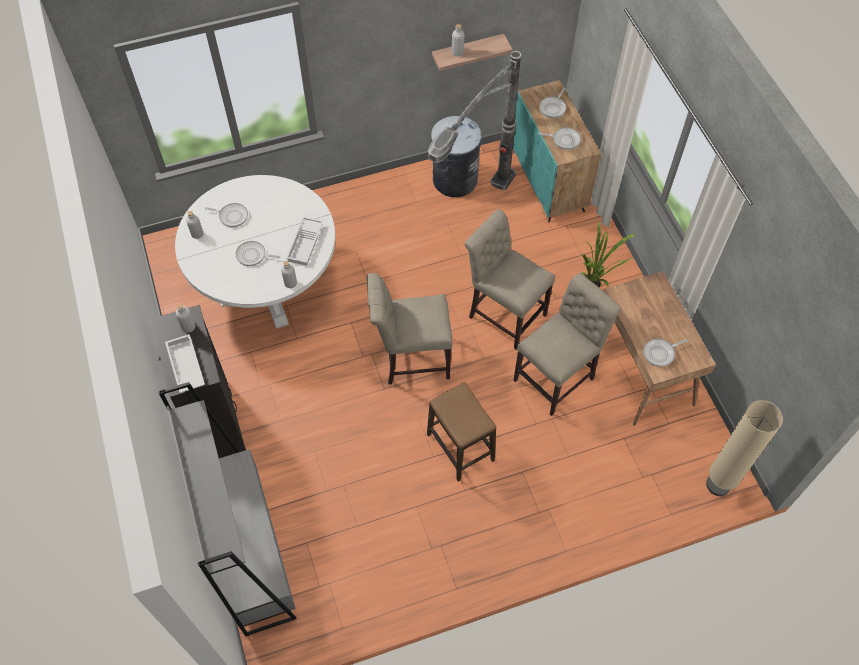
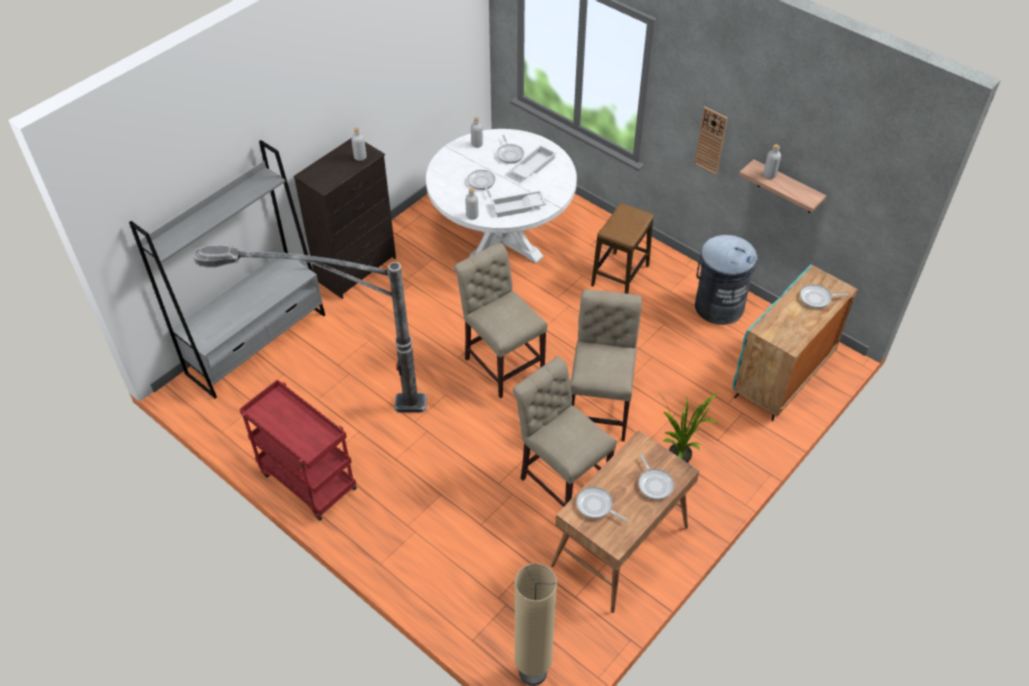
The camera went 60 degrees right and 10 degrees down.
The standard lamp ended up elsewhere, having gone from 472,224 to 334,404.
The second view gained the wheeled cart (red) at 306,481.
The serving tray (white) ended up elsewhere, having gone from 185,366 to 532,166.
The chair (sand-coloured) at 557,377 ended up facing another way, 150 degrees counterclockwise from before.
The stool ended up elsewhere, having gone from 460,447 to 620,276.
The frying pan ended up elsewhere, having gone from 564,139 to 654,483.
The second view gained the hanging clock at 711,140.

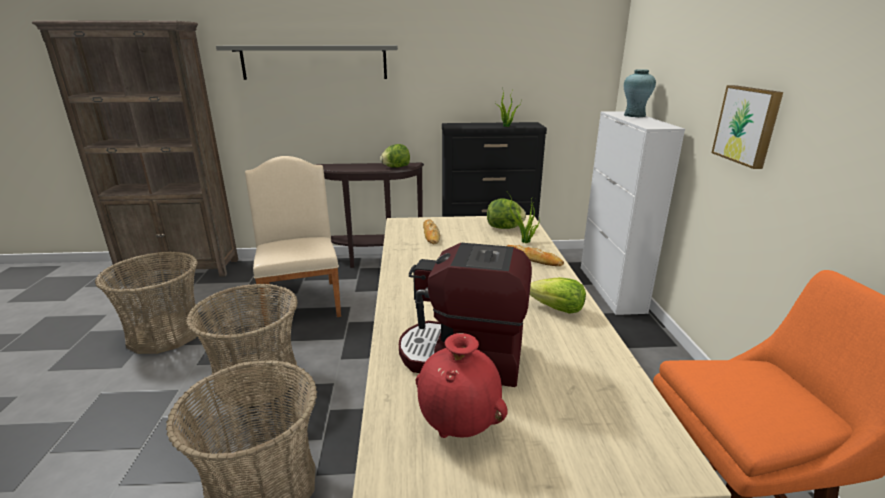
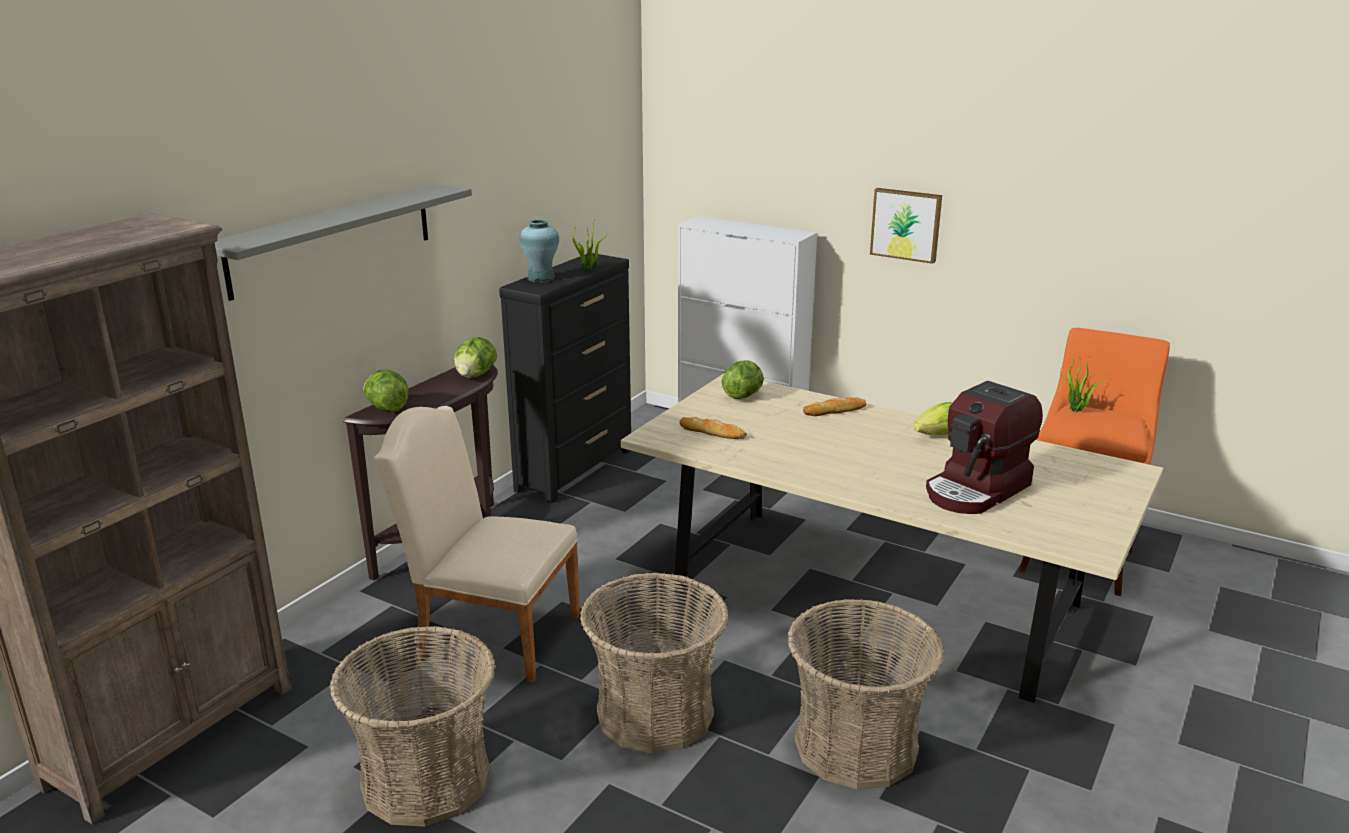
The camera went 55 degrees left and 0 degrees up.
The second view gained the lettuce at 387,408.
The decorative vase (turquoise) ended up elsewhere, having gone from 634,115 to 541,278.
The potted plant ended up elsewhere, having gone from 525,242 to 1076,410.
The second view lost the decorative vase (red) at 459,427.

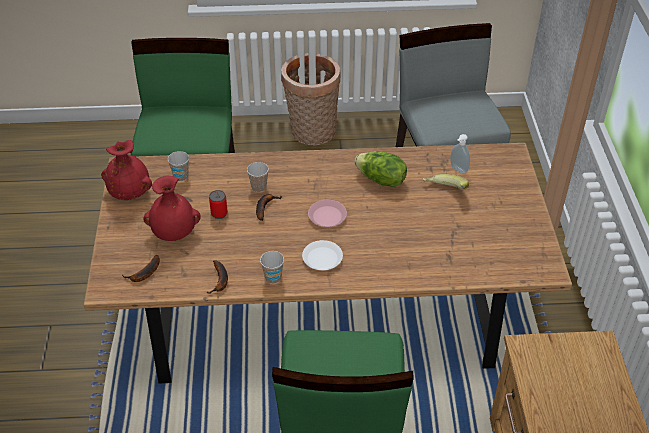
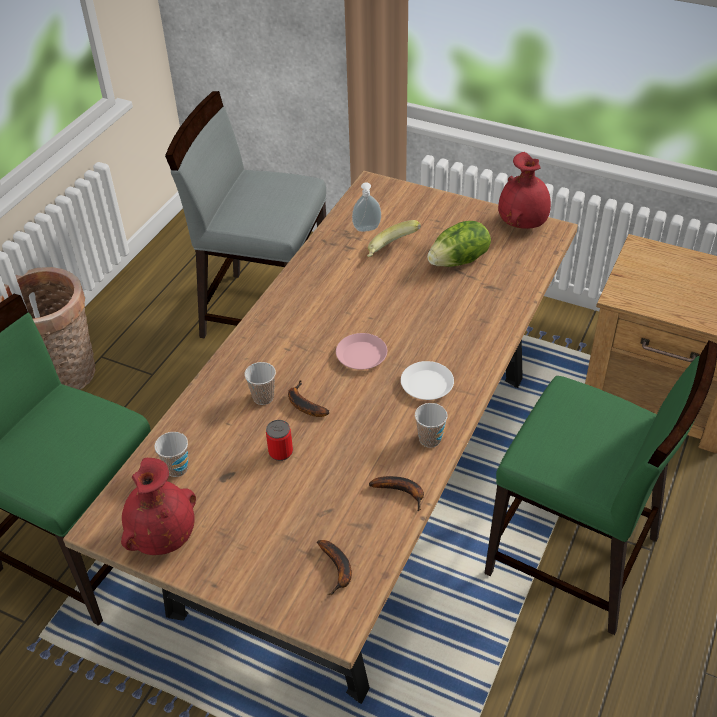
The camera went 60 degrees left and 0 degrees up.
The lettuce ended up elsewhere, having gone from 381,180 to 459,261.
The decorative vase (red) ended up elsewhere, having gone from 174,233 to 523,223.

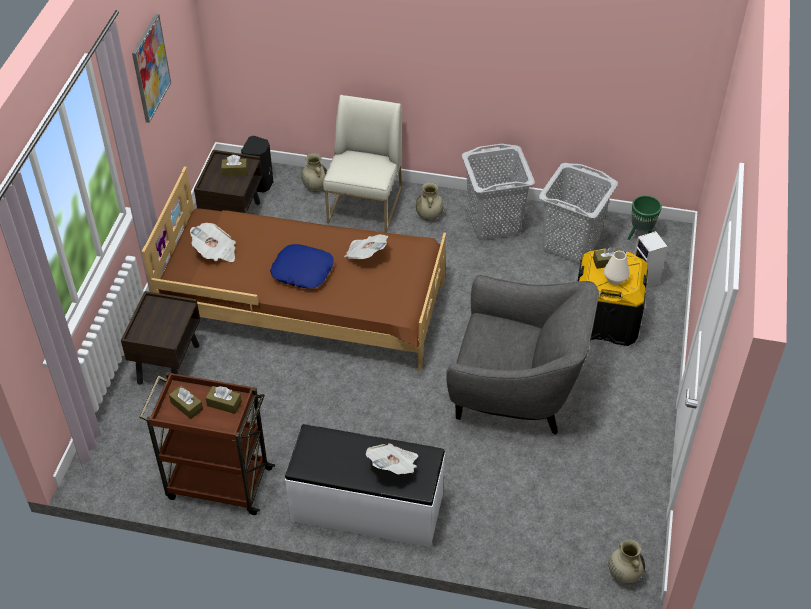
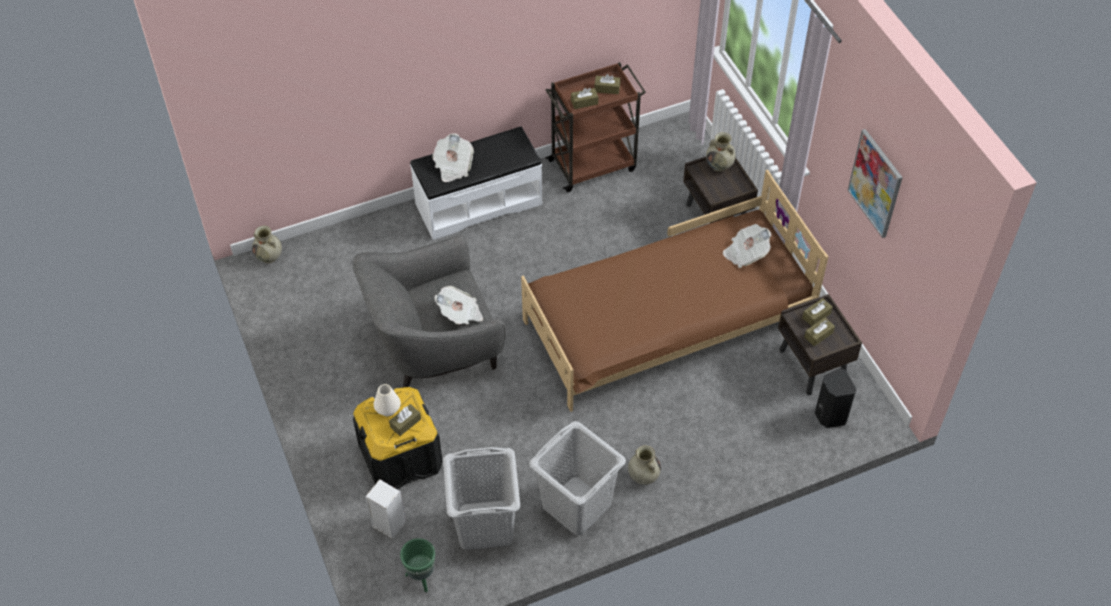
The camera went 145 degrees right and 5 degrees up.
The printed paper ended up elsewhere, having gone from 366,254 to 460,314.
The decorative vase (sand-coloured) ended up elsewhere, having gone from 315,186 to 719,166.
The second view gained the tissue holder (brownish) at 816,315.
The second view lost the pillow (blue-coloured) at 302,271.
The second view lost the chair (white) at 365,206.

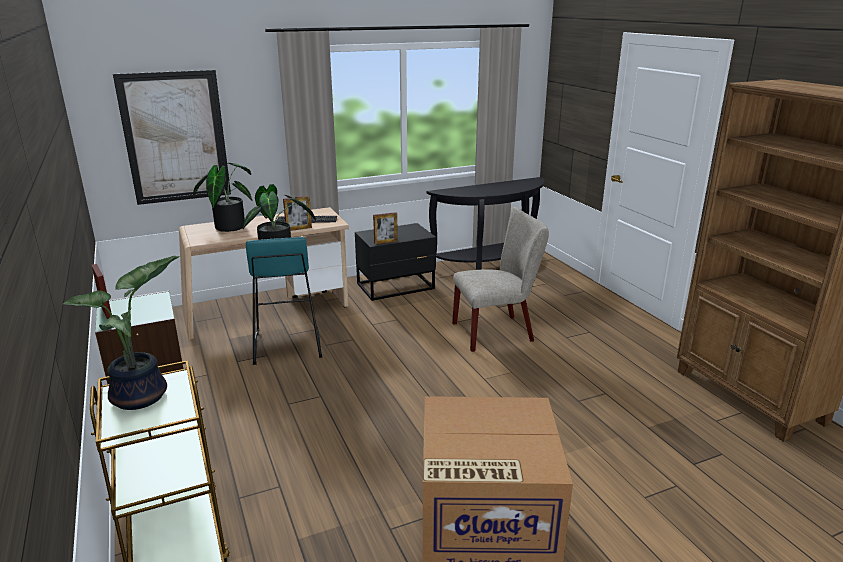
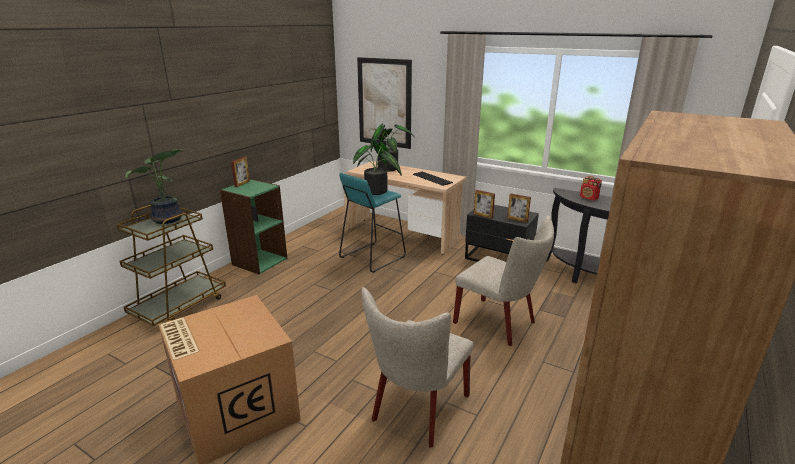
The camera went 55 degrees right and 0 degrees up.
The second view gained the chair (sand-coloured) at 417,410.
The photo frame ended up elsewhere, having gone from 299,229 to 517,220.
The second view gained the radio receiver at 589,198.

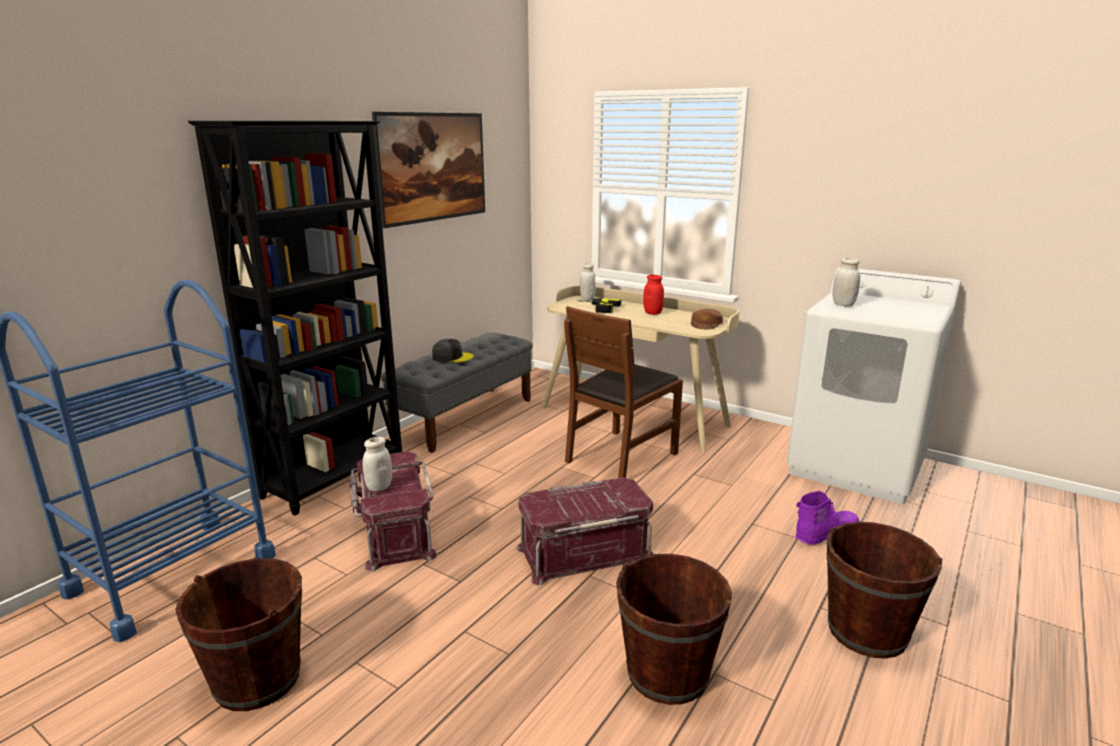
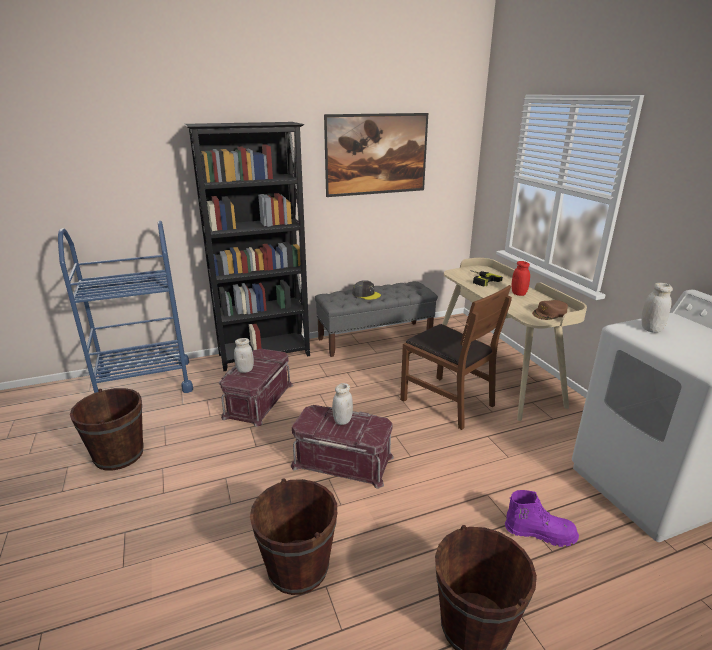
The camera went 35 degrees right and 5 degrees up.
The storage jar (white) ended up elsewhere, having gone from 587,299 to 342,420.
The chair (brownish) at 620,456 ended up facing another way, 120 degrees counterclockwise from before.

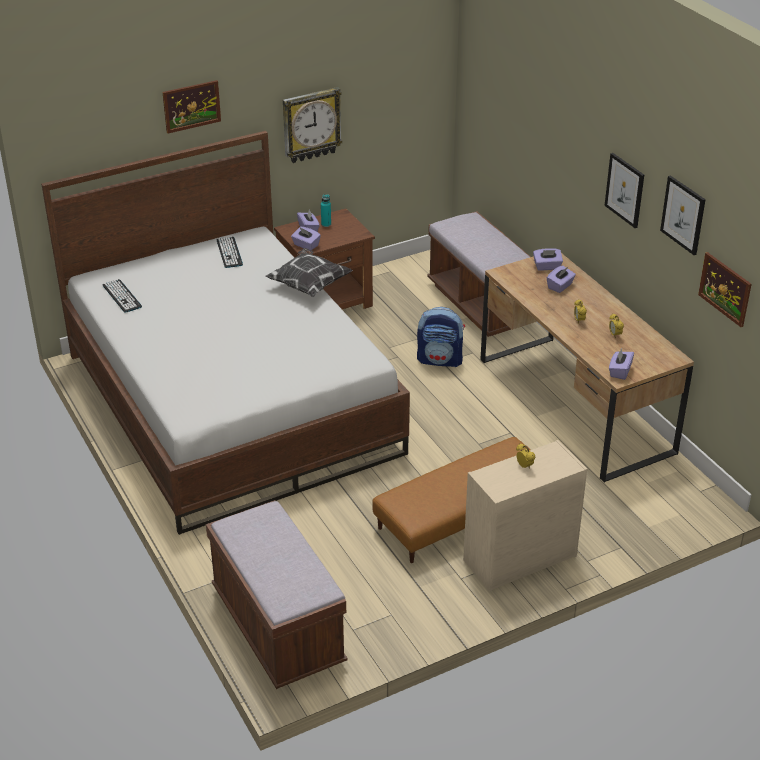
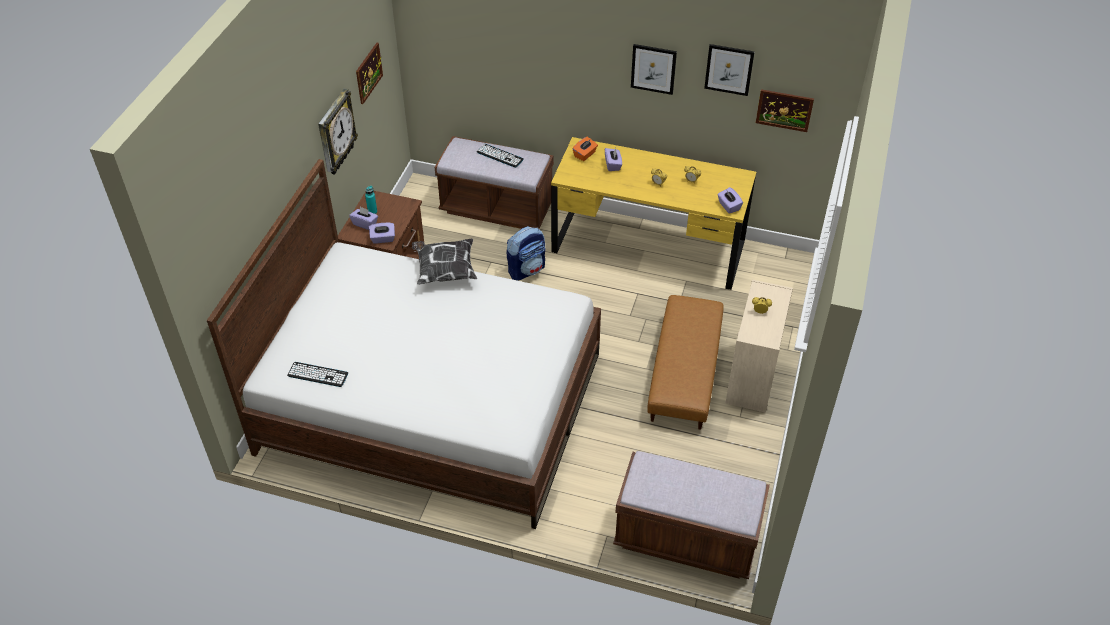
The camera went 45 degrees left and 10 degrees up.
The picture ended up elsewhere, having gone from 191,106 to 368,73.
The PC keyboard ended up elsewhere, having gone from 229,252 to 500,156.
What was the desk table (brownish) at 574,405 turned into the desk table (yellow-coloured) at 648,247.
What was the tissue holder (purple-coloured) at 547,267 turned into the tissue holder (orange-coloured) at 585,154.

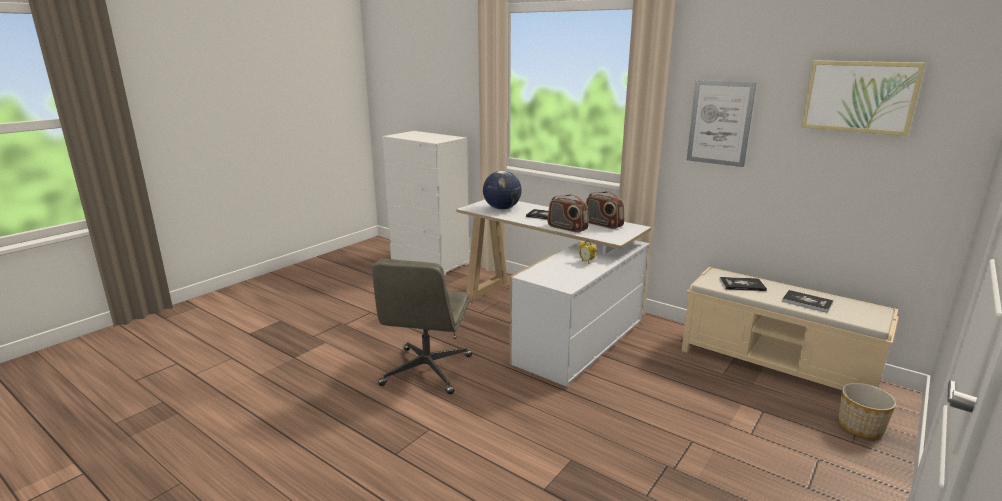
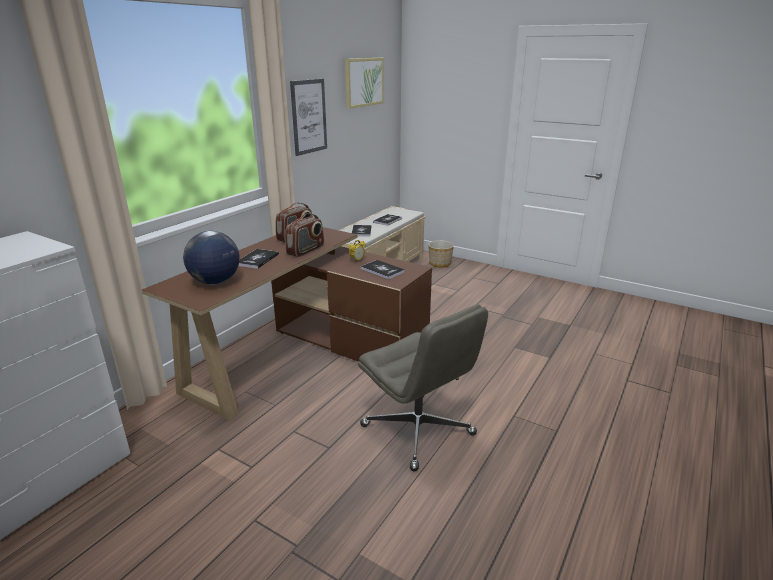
The camera went 95 degrees left and 5 degrees up.
What was the desk table (white) at 550,321 turned into the desk table (brownish) at 304,356.
The computer chair (grey) at 427,371 ended up facing another way, 45 degrees clockwise from before.
The second view gained the bound book at 382,270.

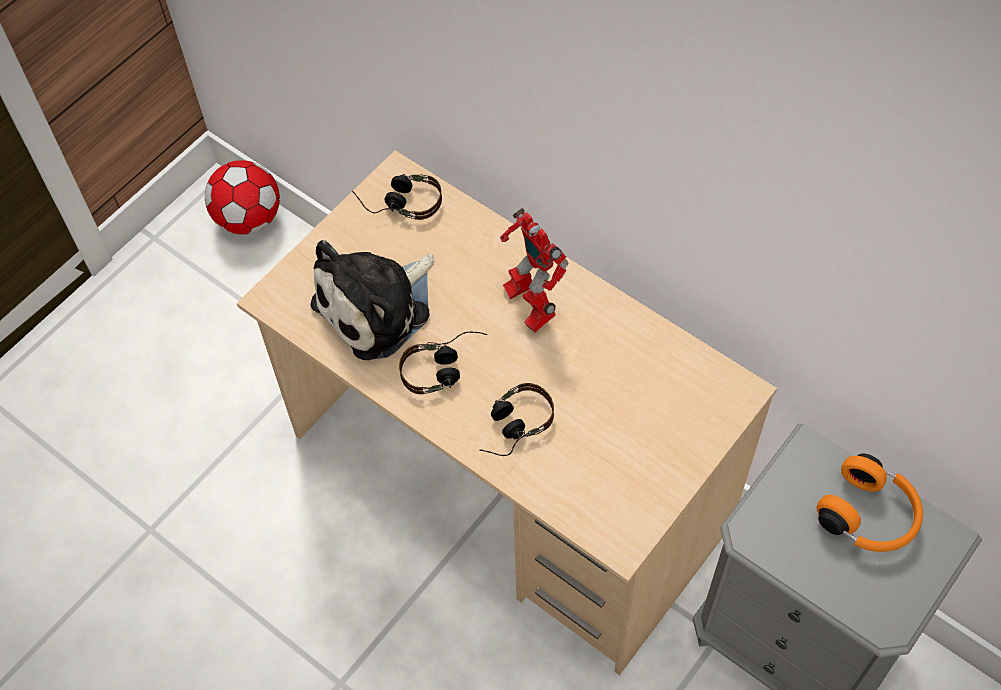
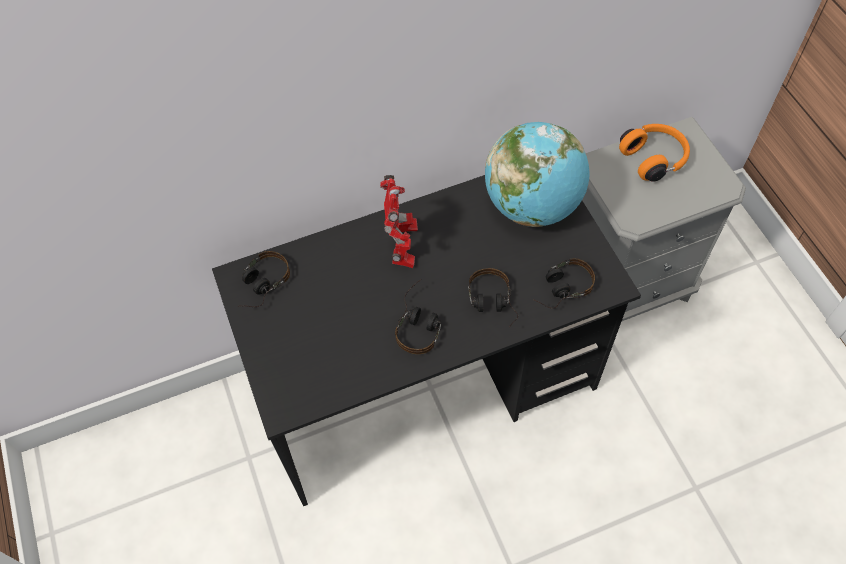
The camera went 60 degrees left and 0 degrees up.
What was the desk table (sand-coloured) at 509,481 turned into the desk table (blackish) at 427,384.
The toy robot at 529,304 ended up facing another way, 90 degrees counterclockwise from before.
The second view gained the desk globe at 532,205.
The second view gained the headset at 559,289.
The second view lost the football at 249,219.
The second view lost the soft toy at 378,307.

